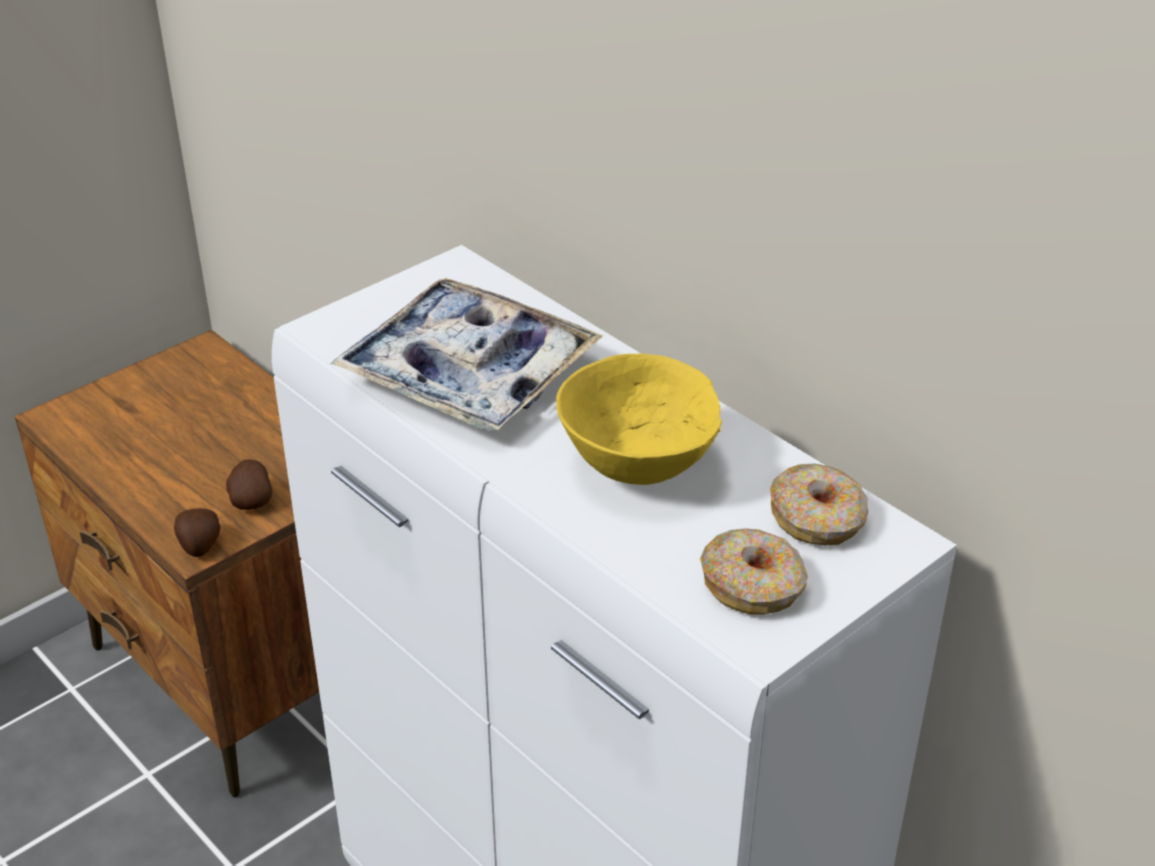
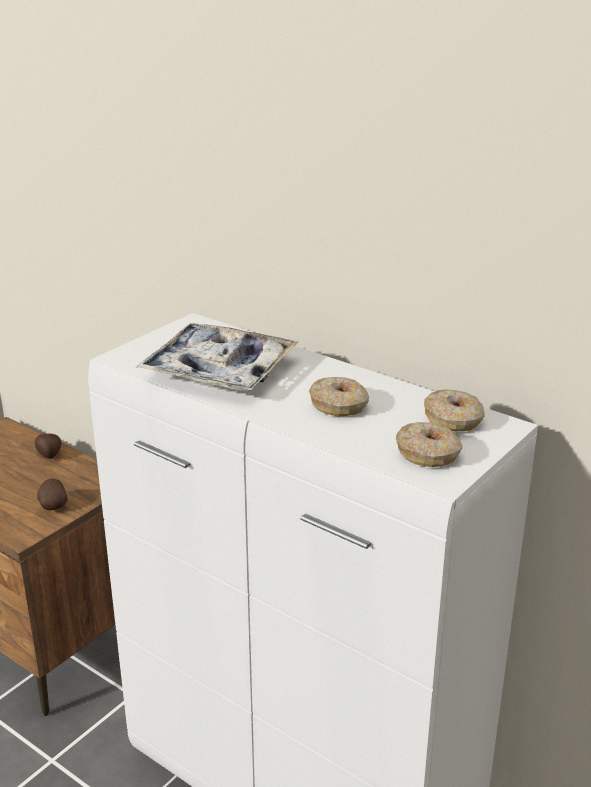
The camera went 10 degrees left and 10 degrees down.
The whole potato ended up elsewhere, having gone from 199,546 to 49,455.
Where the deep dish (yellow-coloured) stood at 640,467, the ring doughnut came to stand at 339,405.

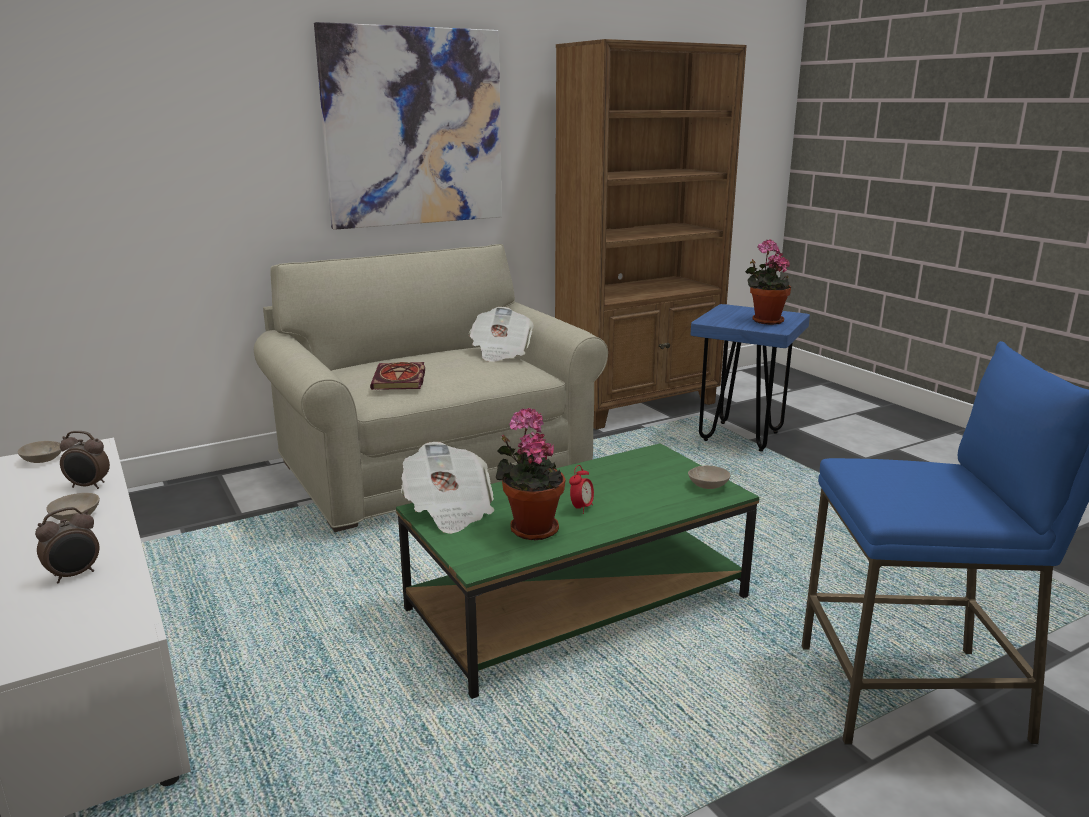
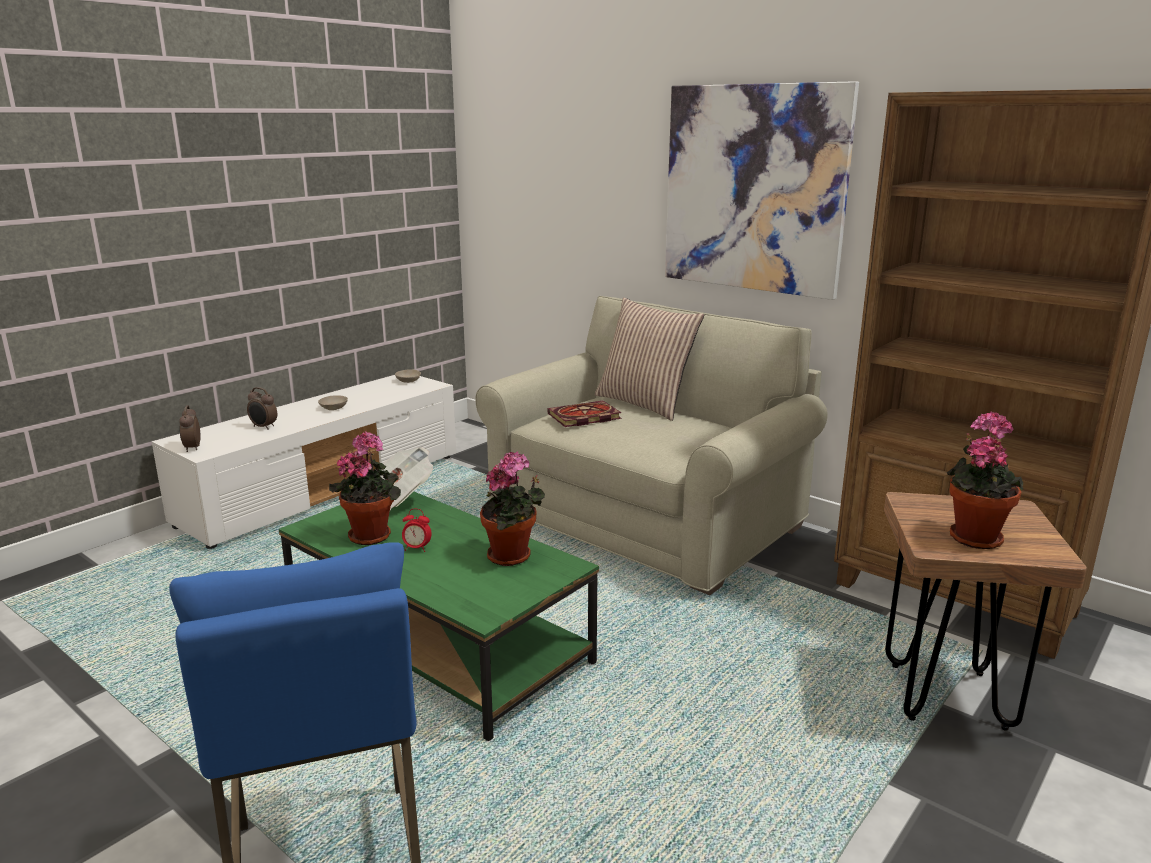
The camera went 70 degrees right and 0 degrees up.
The bedside clock ended up elsewhere, having gone from 89,486 to 192,448.
The second view gained the potted plant at 513,557.
The second view gained the pillow at 645,404.
What was the stool (blue-coloured) at 741,436 turned into the stool (brownish) at 947,696.
The second view lost the printed paper at 500,352.
The second view lost the deep dish (sand-coloured) at 708,486.

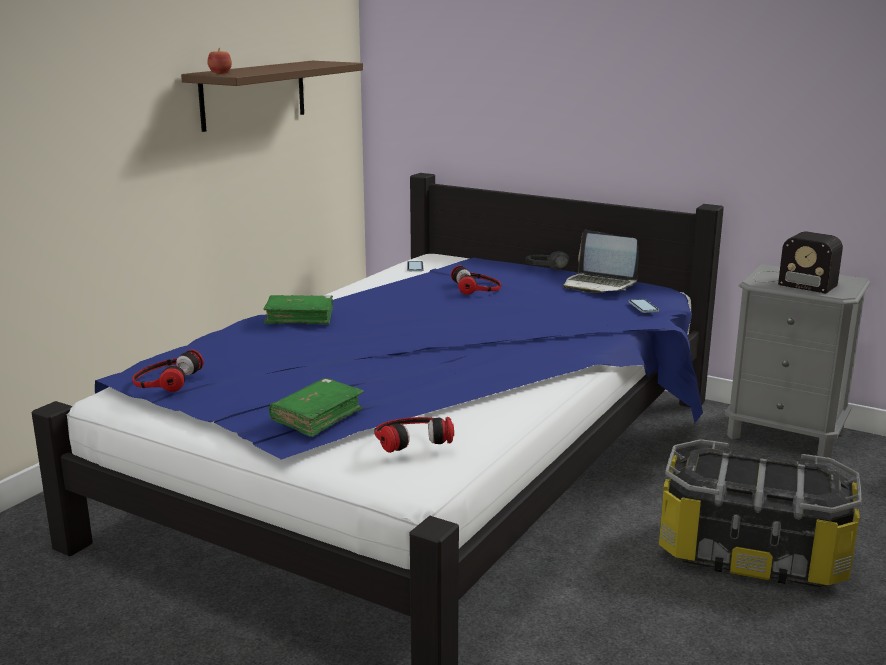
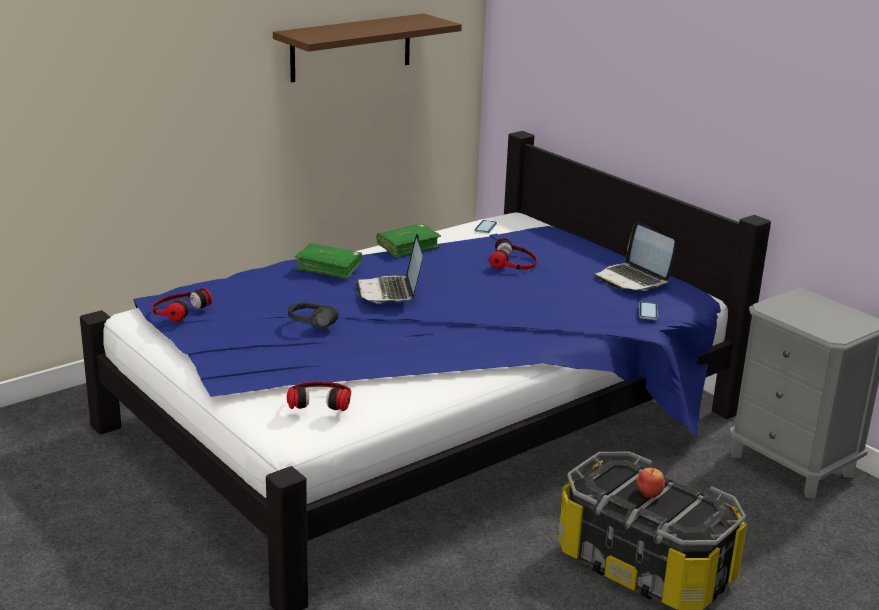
The camera went 20 degrees right and 5 degrees up.
The headset (blackish) ended up elsewhere, having gone from 547,271 to 310,326.
The second view gained the laptop at 390,292.
The bound book (greenish) ended up elsewhere, having gone from 317,417 to 408,247.
The whole apple ended up elsewhere, having gone from 221,73 to 650,493.
The second view lost the radio receiver at 791,281.

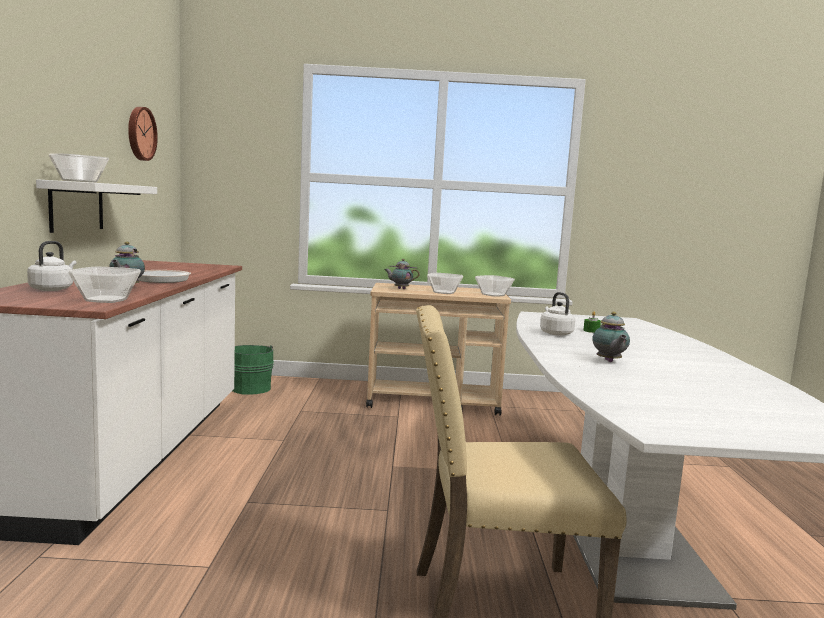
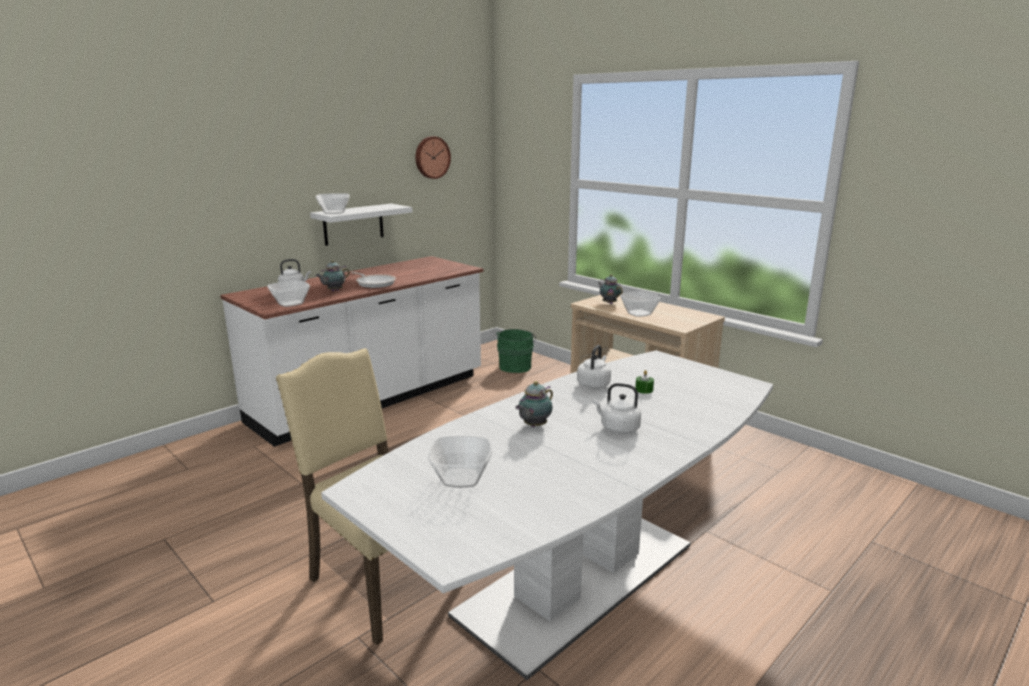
The camera went 45 degrees right and 10 degrees up.
The deep dish ended up elsewhere, having gone from 494,295 to 462,479.
The second view gained the kettle (white) at 617,428.

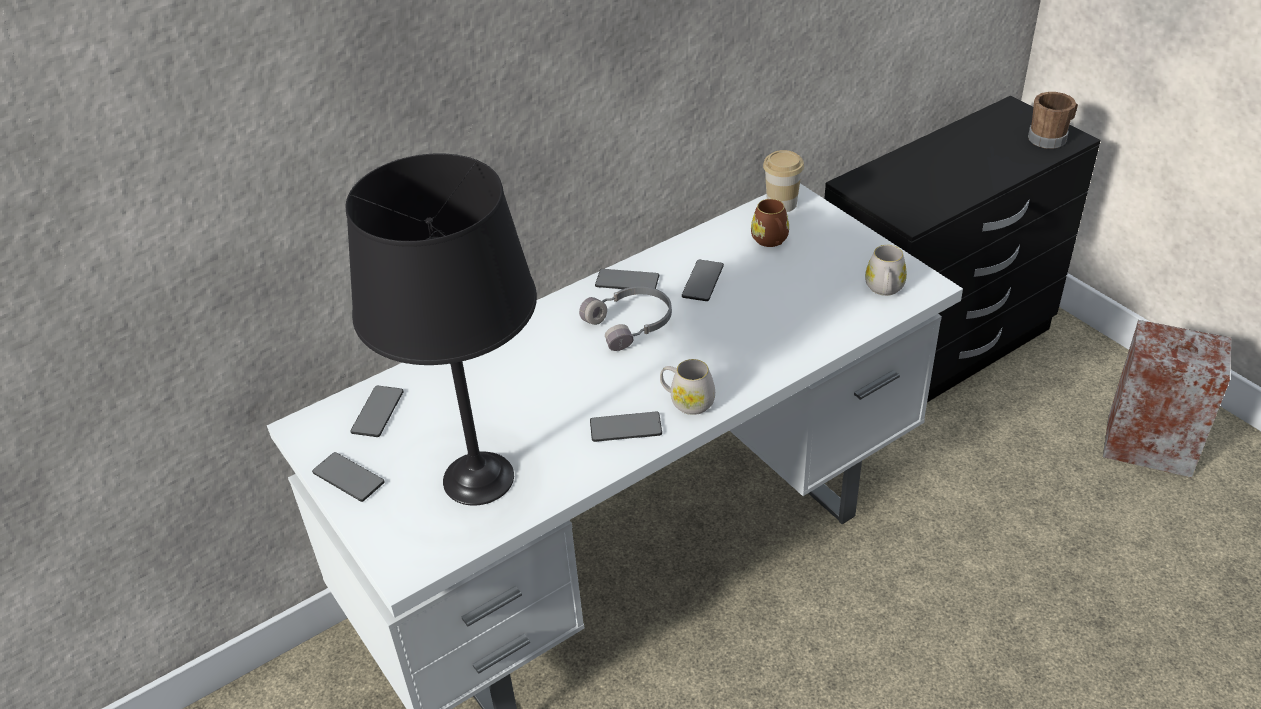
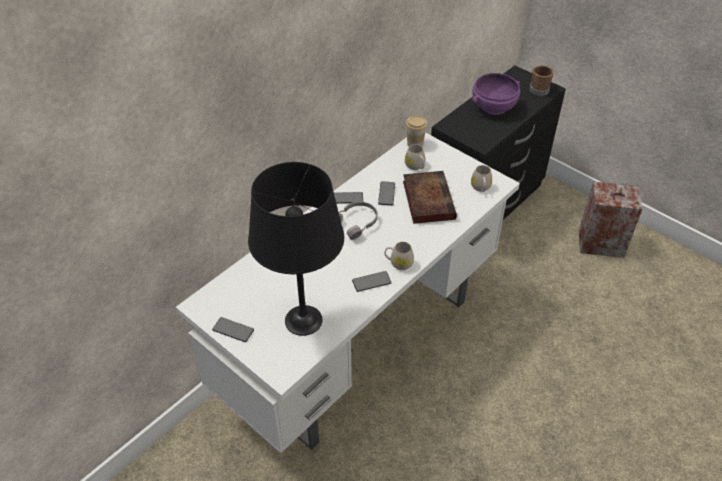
The camera went 15 degrees left and 5 degrees up.
The second view gained the bound book at 427,199.
What was the tea mug (brownish) at 771,241 turned into the tea mug (white) at 416,166.
The second view gained the deep dish (purple-coloured) at 493,107.
The second view lost the phone at 378,412.

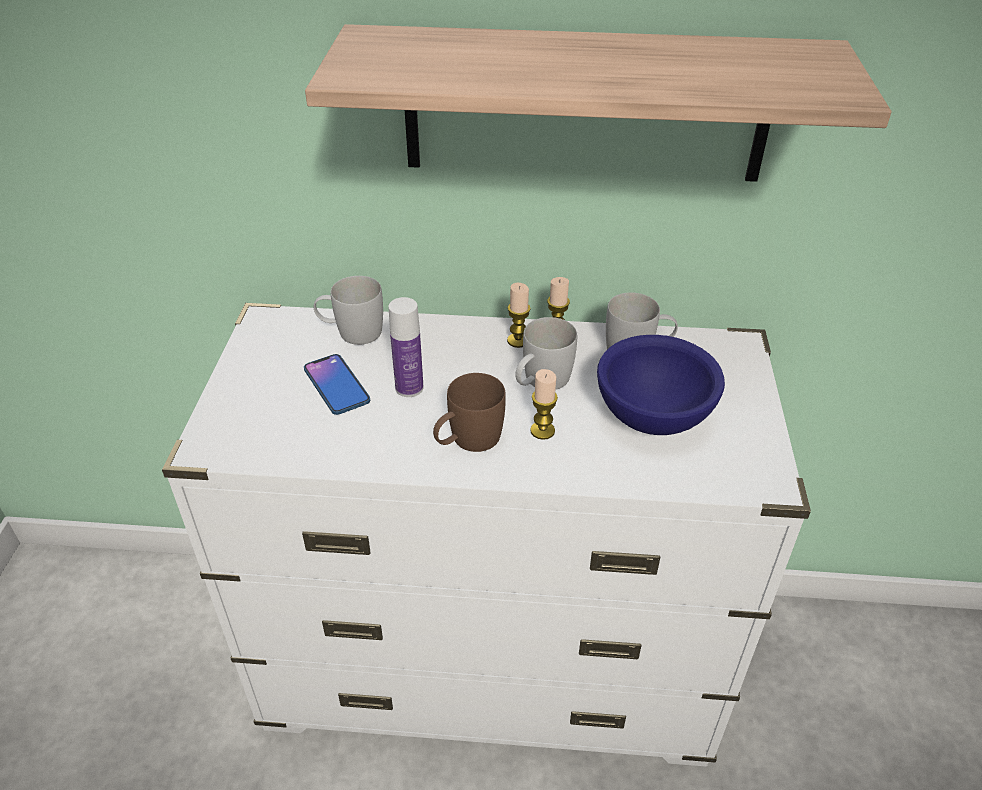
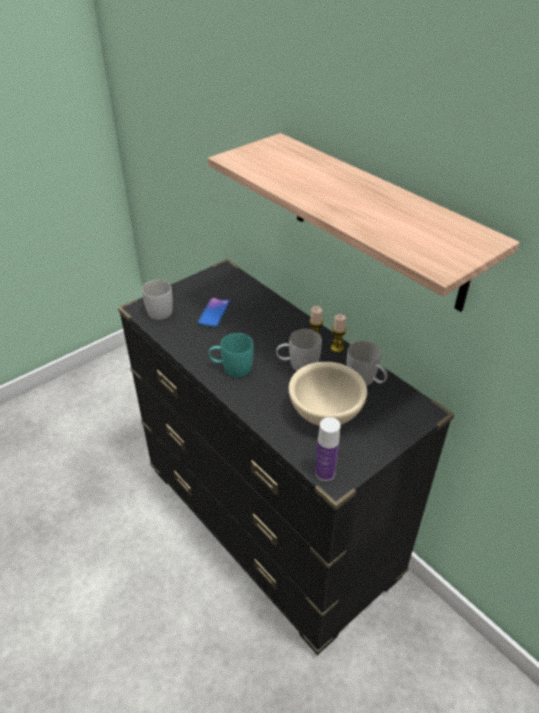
The camera went 45 degrees right and 0 degrees up.
What was the chest of drawers (white) at 491,664 turned into the chest of drawers (blackish) at 270,522.
The tea mug (white) ended up elsewhere, having gone from 351,332 to 157,310.
What was the tea mug (brownish) at 467,441 turned into the tea mug (turquoise) at 231,368.
What was the deep dish (blue-coloured) at 651,418 turned into the deep dish (sand-coloured) at 324,413.
The drink bottle ended up elsewhere, having gone from 409,388 to 325,473.
The second view lost the wax light at 542,431.

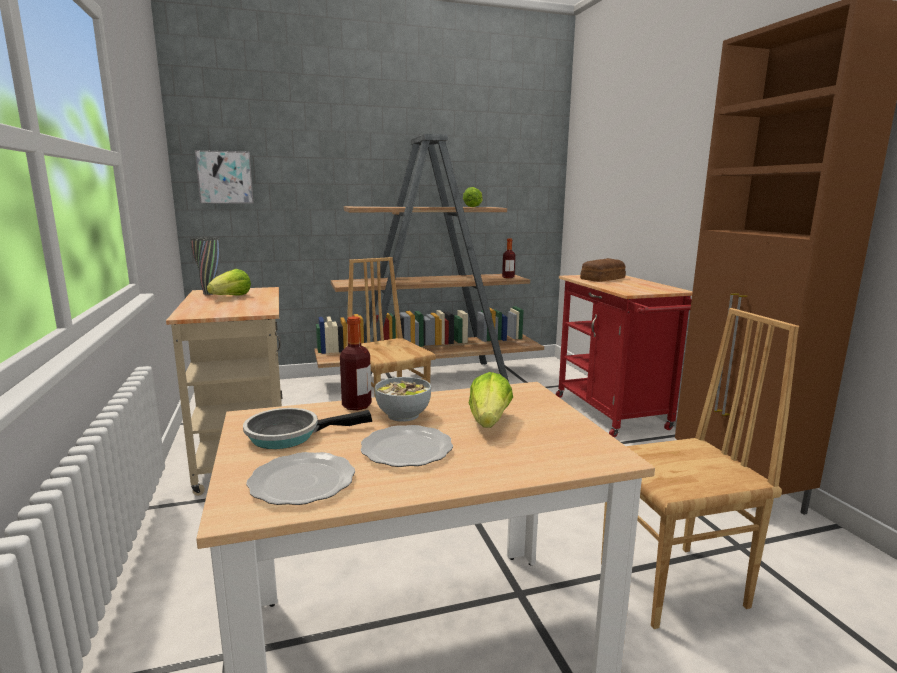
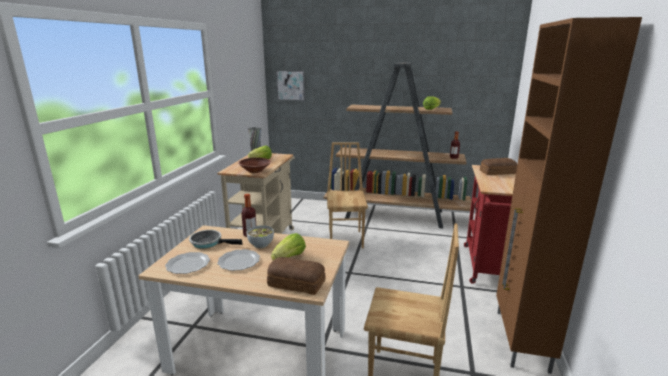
The camera went 30 degrees right and 5 degrees up.
The second view gained the deep dish (brownish) at 255,171.
The second view gained the bread at 296,282.

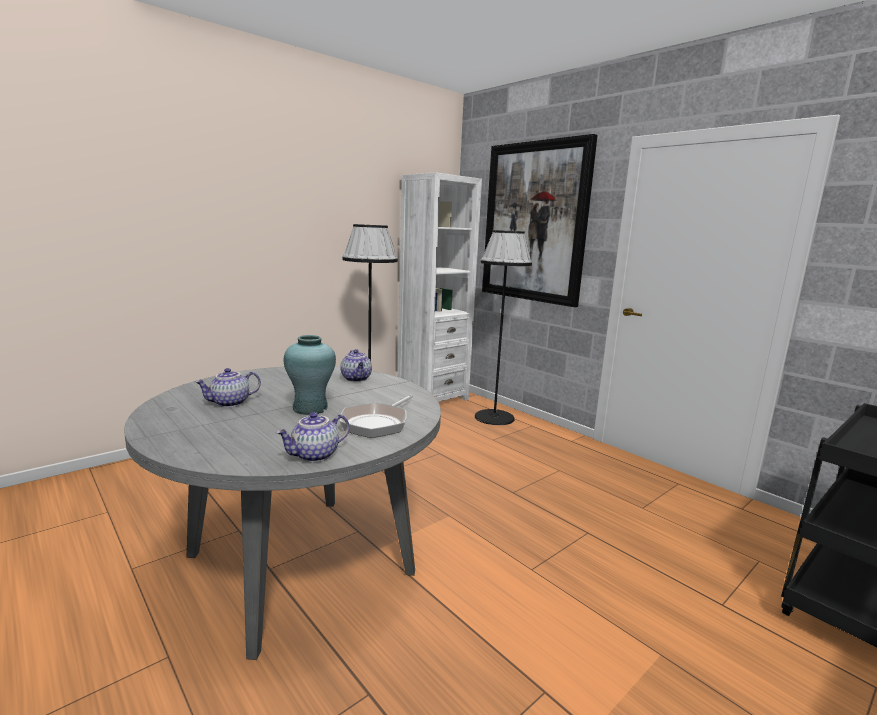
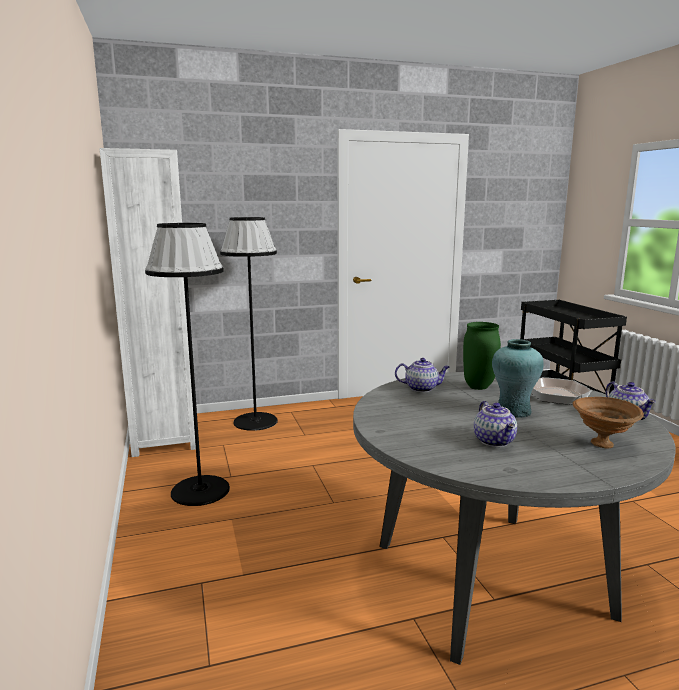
The camera went 65 degrees left and 0 degrees up.
The second view gained the decorative vase (greenish) at 477,387.
The second view gained the deep dish (brownish) at 603,445.
The second view lost the picture at 534,223.

